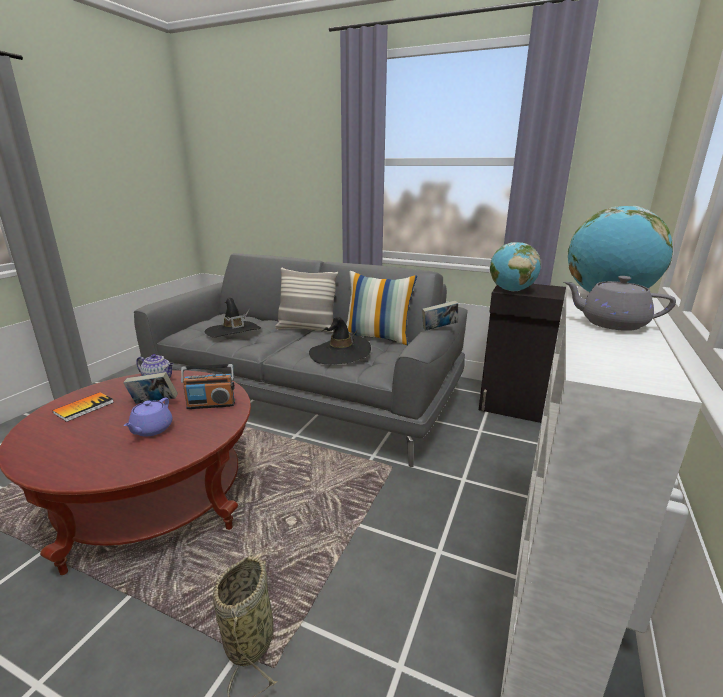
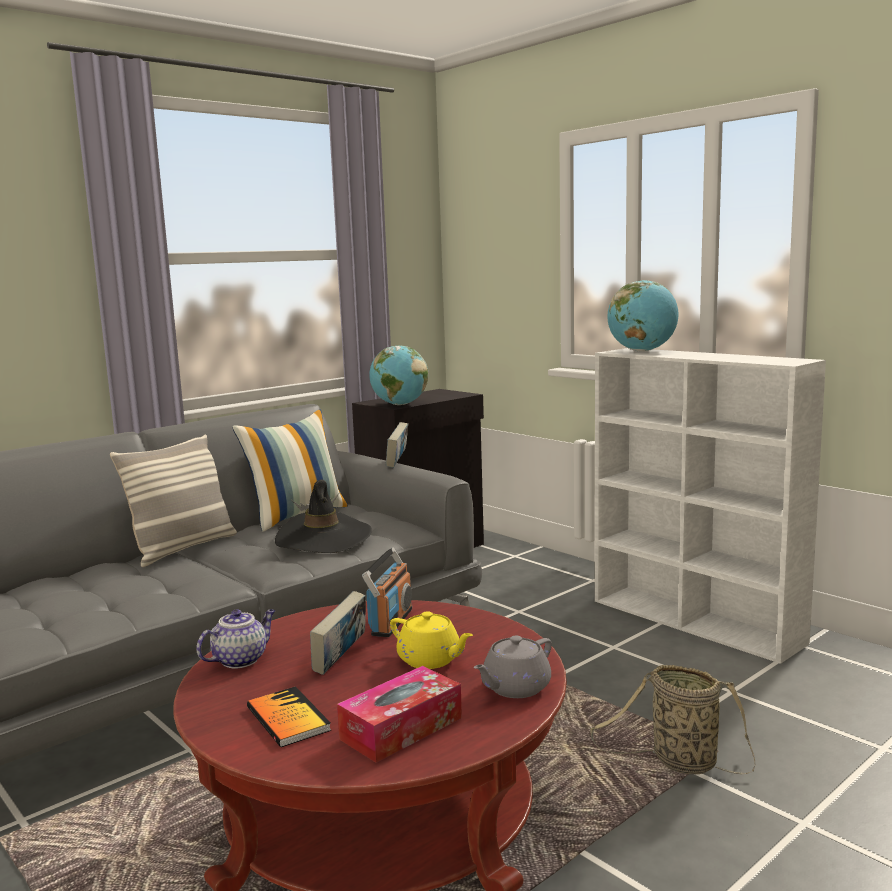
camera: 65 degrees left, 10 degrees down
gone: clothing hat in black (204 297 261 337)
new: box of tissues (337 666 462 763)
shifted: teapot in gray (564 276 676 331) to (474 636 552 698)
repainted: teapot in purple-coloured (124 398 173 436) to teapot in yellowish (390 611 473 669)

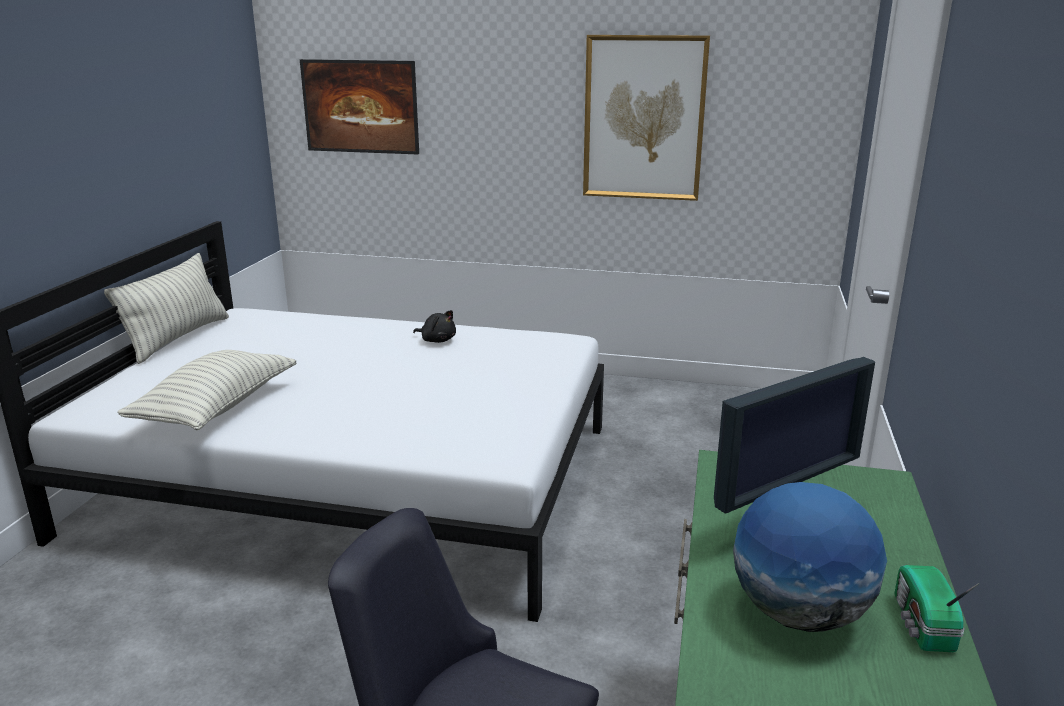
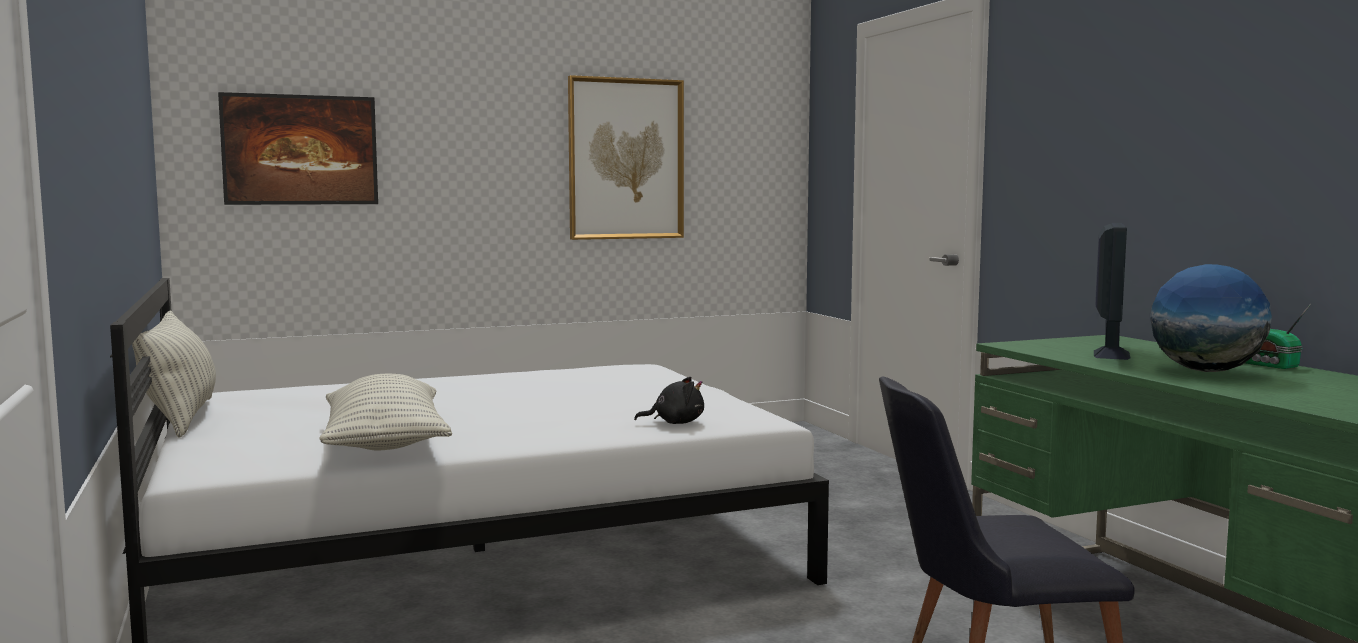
camera: 35 degrees left, 15 degrees down
shifted: plush toy in black (413 310 456 343) to (634 377 704 424)

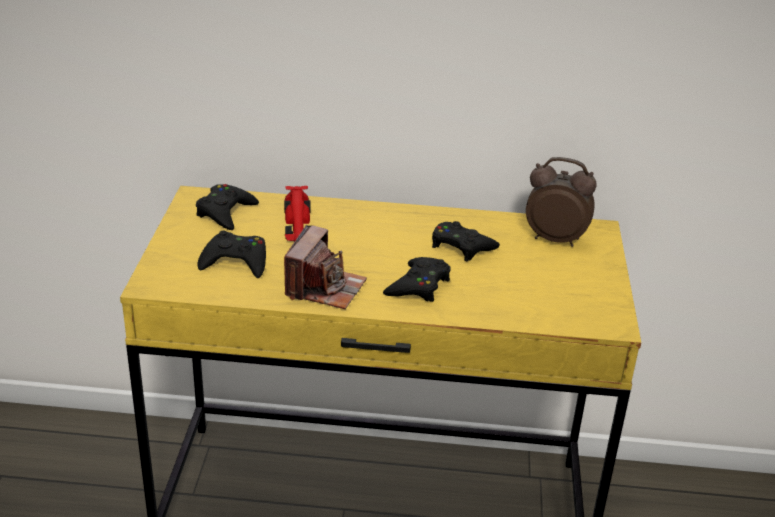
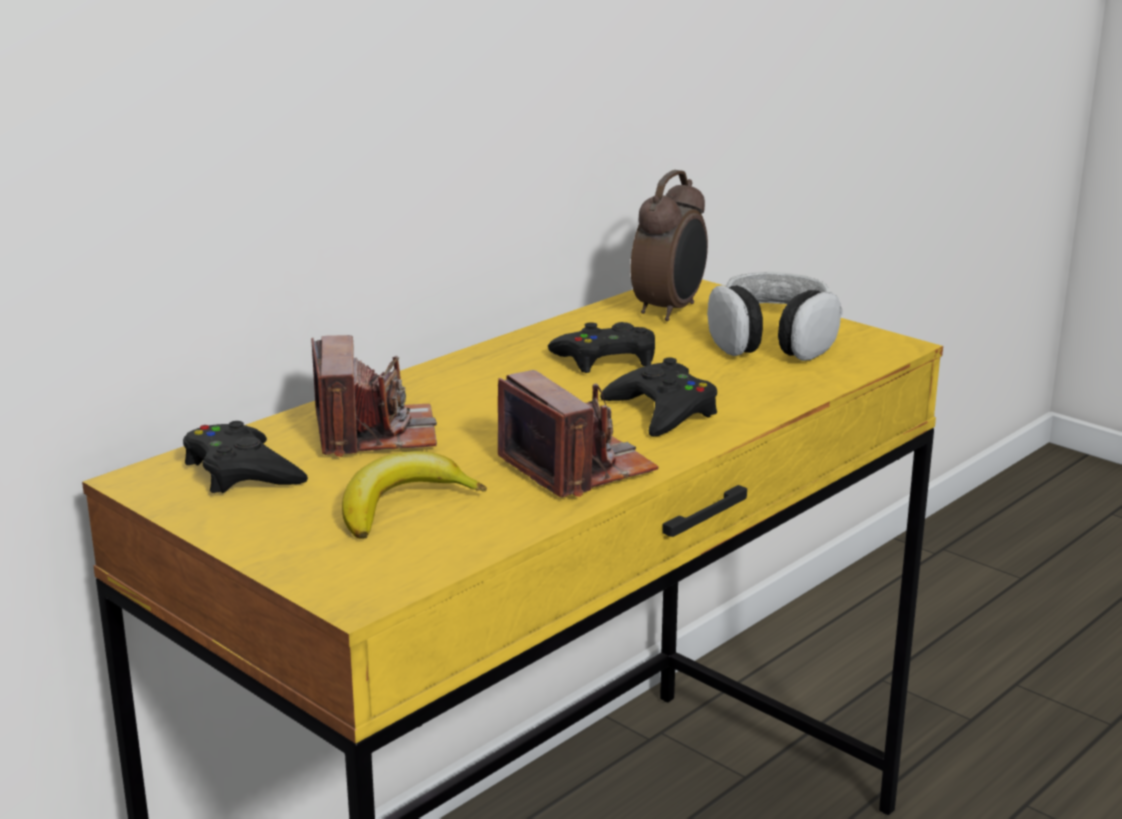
camera: 50 degrees left, 10 degrees down
new: pair of headphones (707 272 843 361)
swapped: model car in red (284 186 311 242) to still camera (311 335 437 457); joypad in black (197 231 266 278) to banana fruit (342 451 487 539)
rotated: alarm clock (526 157 597 247) = (631 170 708 321) 150 degrees clockwise

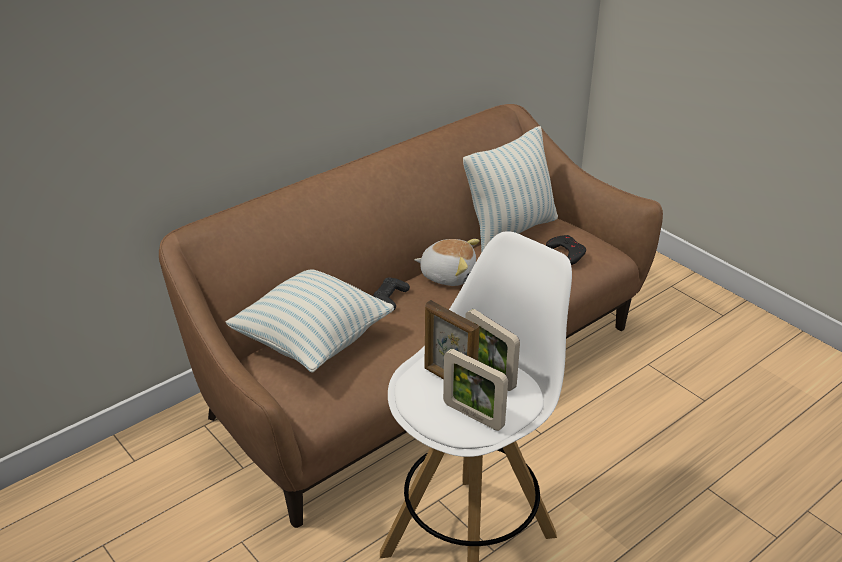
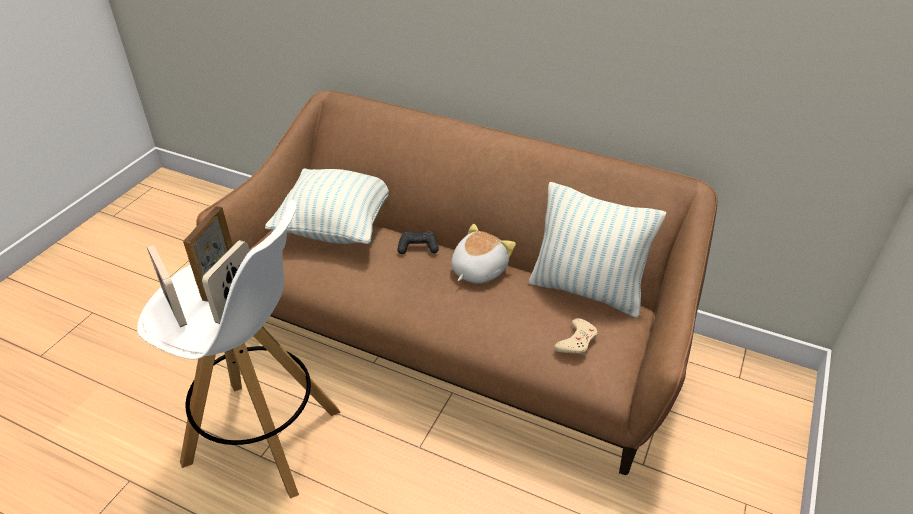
camera: 65 degrees right, 5 degrees up
repainted: joypad in black (546 235 586 265) to joypad in sand-coloured (554 318 598 355)
rotated: plush toy (414 239 480 286) = (451 224 516 284) 135 degrees counterclockwise; picture frame (443 349 508 431) = (147 245 187 327) 135 degrees clockwise

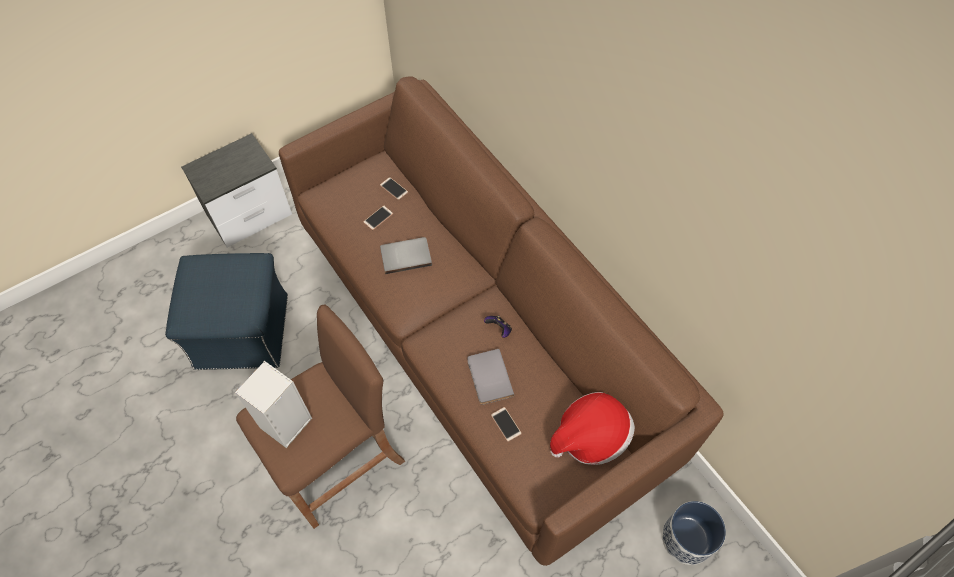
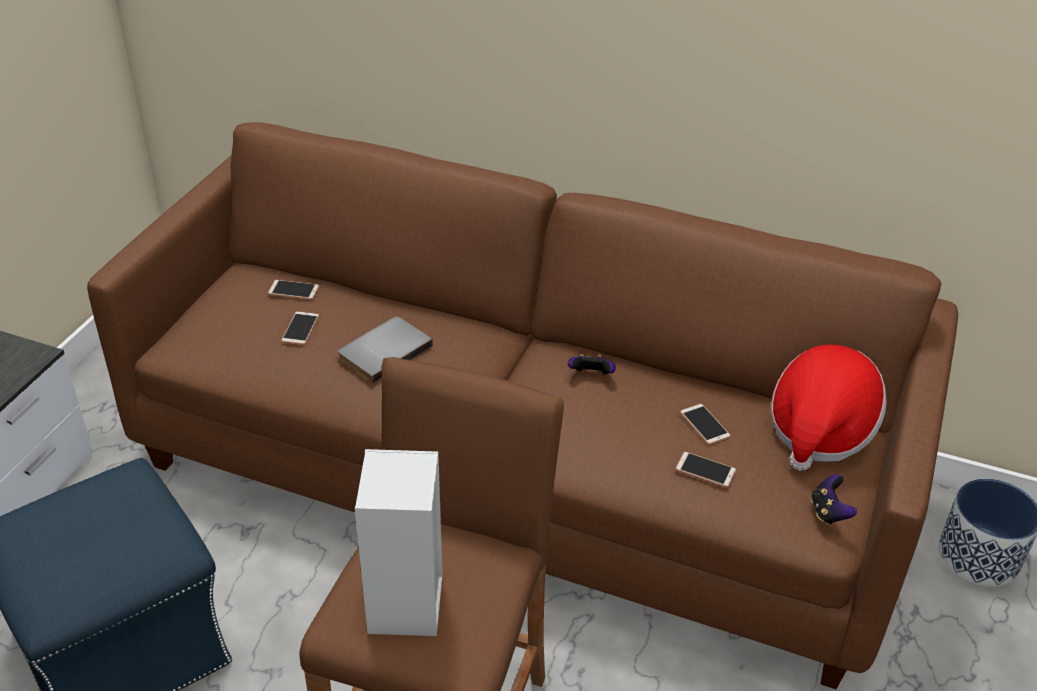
camera: 35 degrees left, 20 degrees down
gone: bound book in gray (467 349 514 405)
new: phone (680 404 731 445); joypad (811 474 857 525)

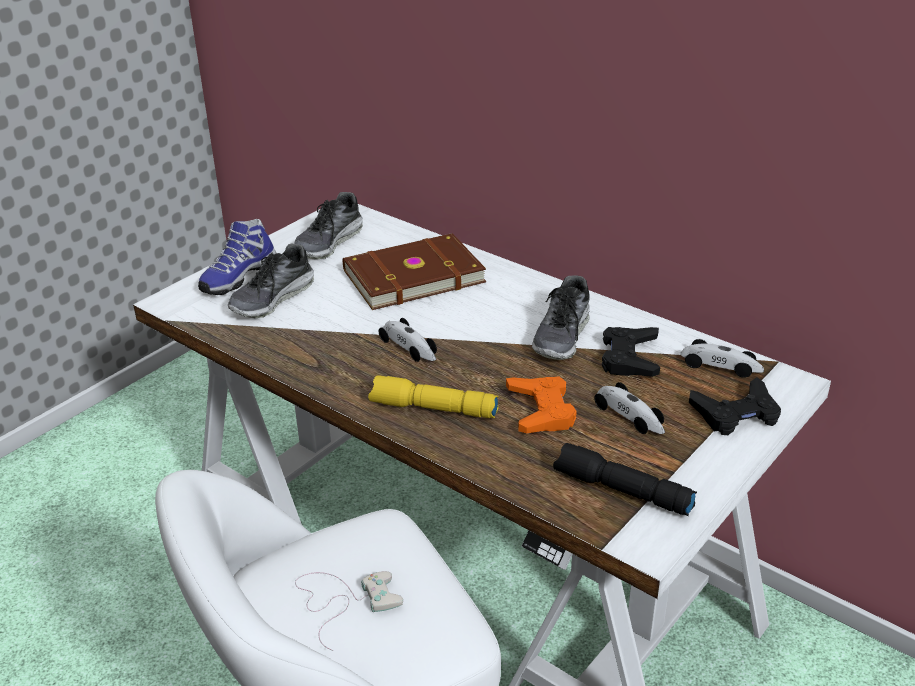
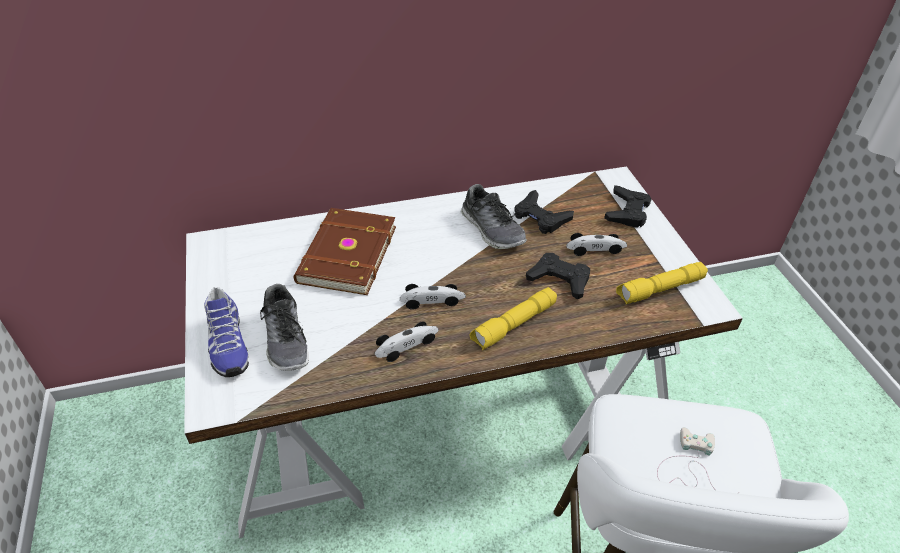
camera: 55 degrees left, 10 degrees up
gone: low shoe (294 192 363 259)
shifted: model car (680 339 764 378) to (375 321 439 362)
repainted: joypad in orange (506 376 577 433) to joypad in black (526 253 590 299); flashlight in black (553 443 697 516) to flashlight in yellowish (616 262 708 304)

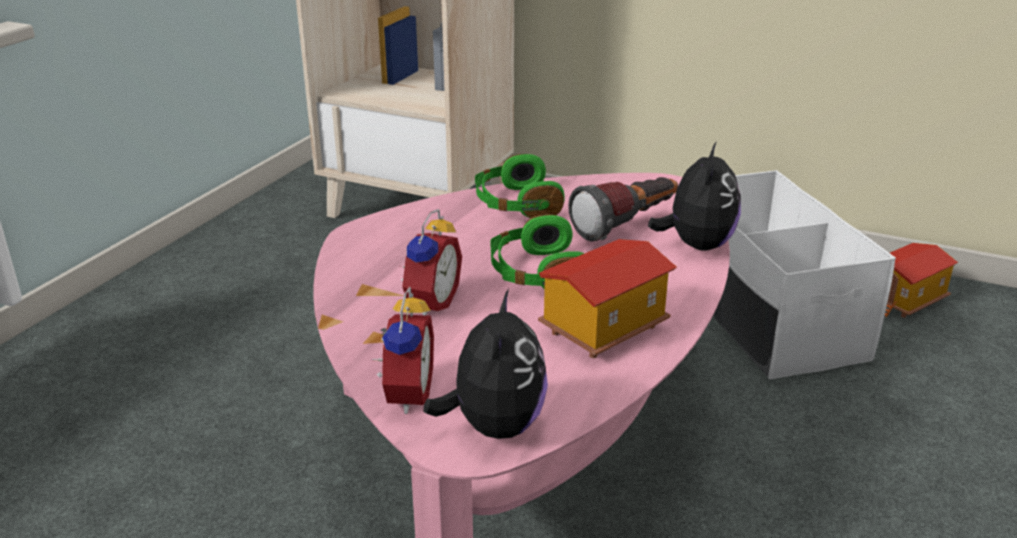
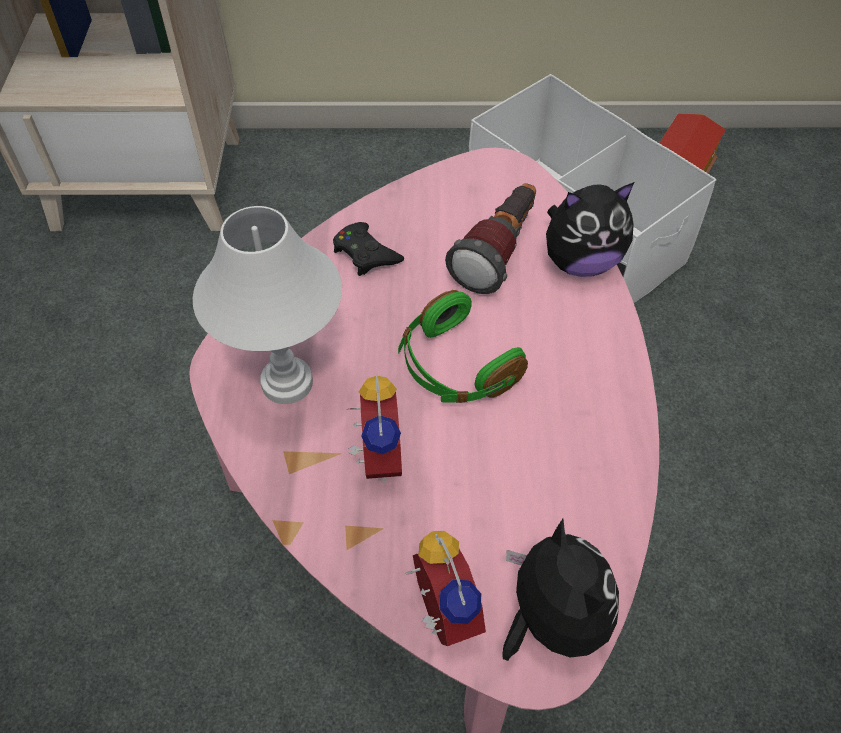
camera: 25 degrees left, 25 degrees up
gone: miniature house (538 239 677 358)
new: lamp for a table in white (193 206 342 404)
swapped: pair of headphones in green-coloured (475 154 565 218) to joypad in black (333 222 404 276)
rotated: plush toy (648 141 741 251) = (546 182 634 277) 90 degrees clockwise

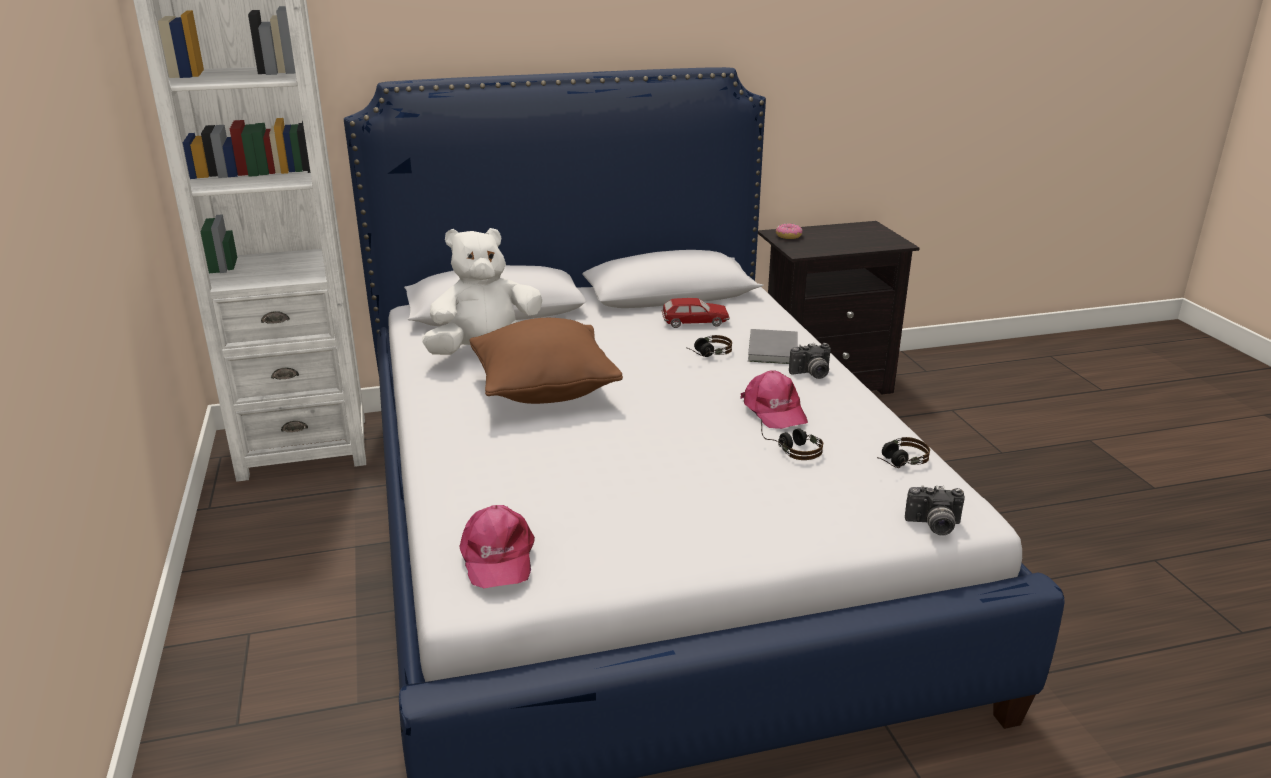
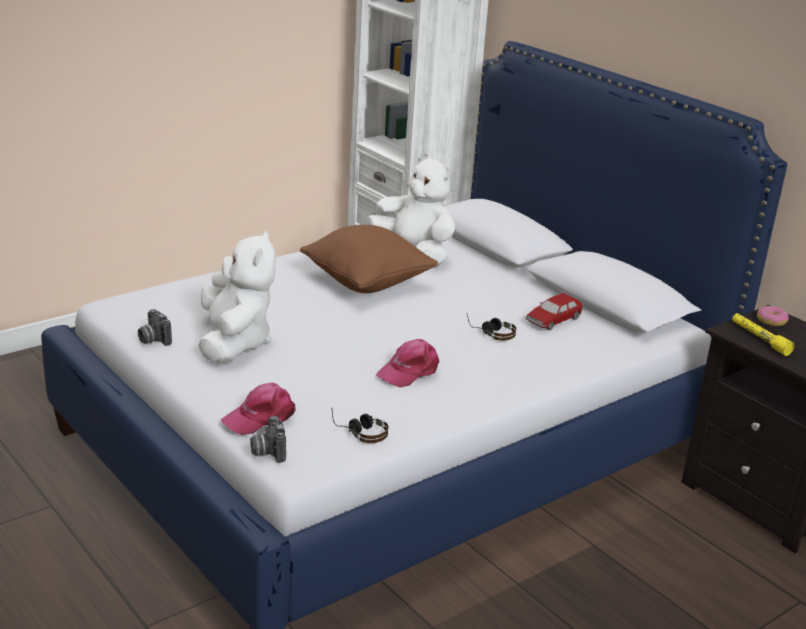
camera: 65 degrees right, 0 degrees up
gone: bound book in gray (748 329 797 364); pair of headphones (761 419 823 460)
new: plush toy in white (198 231 276 364); flashlight in yellowish (732 313 795 356)
shifted: still camera (789 343 831 379) to (138 309 172 346); cap in pink-coloured (459 505 535 588) to (221 382 296 435)
rotated: model car (662 298 730 328) = (525 293 584 330) 75 degrees clockwise

